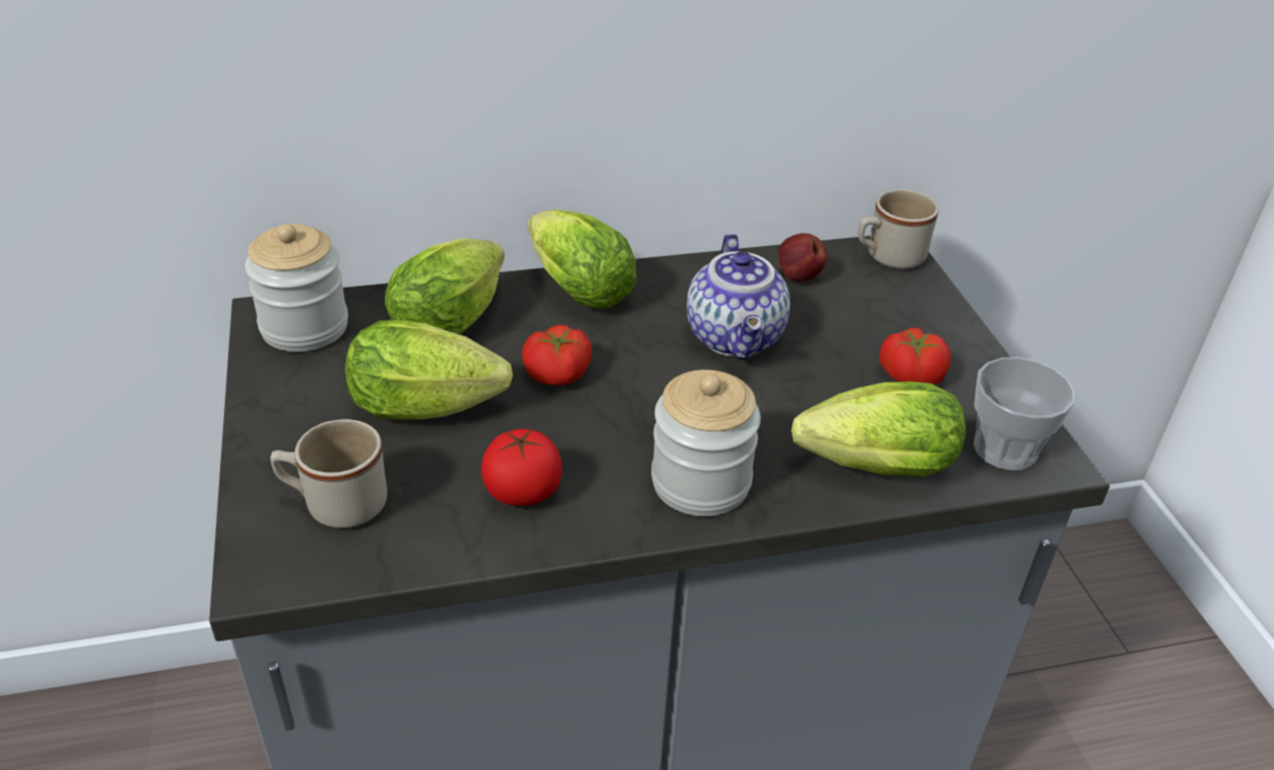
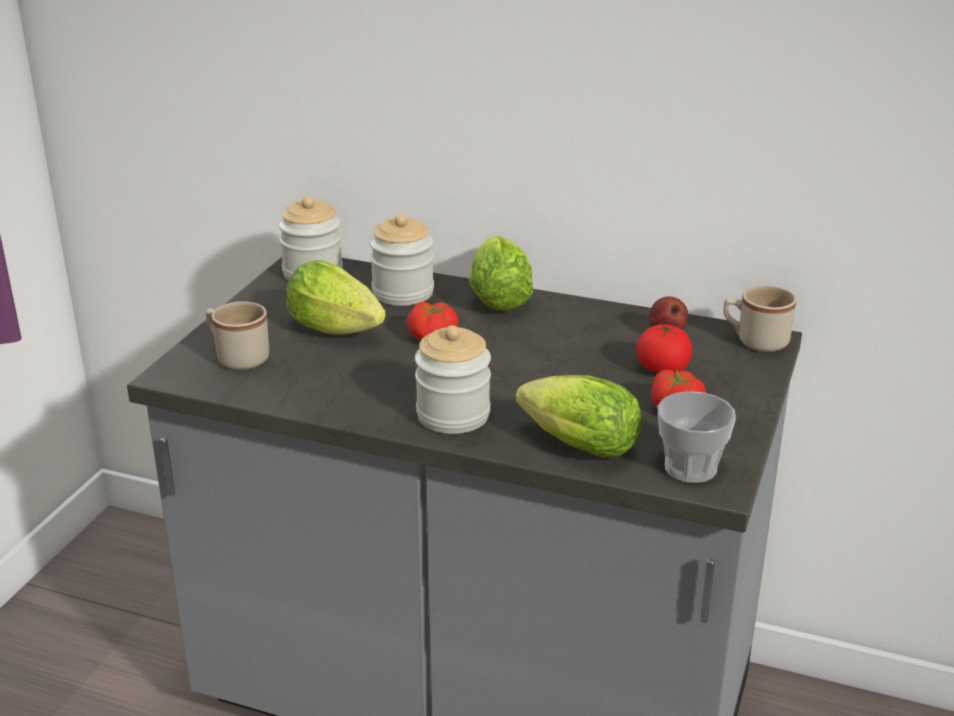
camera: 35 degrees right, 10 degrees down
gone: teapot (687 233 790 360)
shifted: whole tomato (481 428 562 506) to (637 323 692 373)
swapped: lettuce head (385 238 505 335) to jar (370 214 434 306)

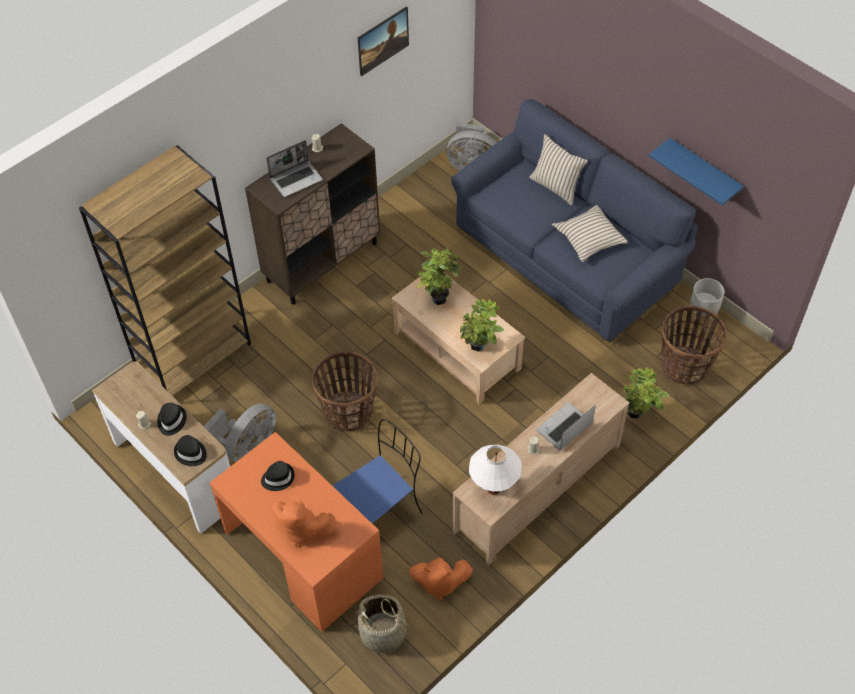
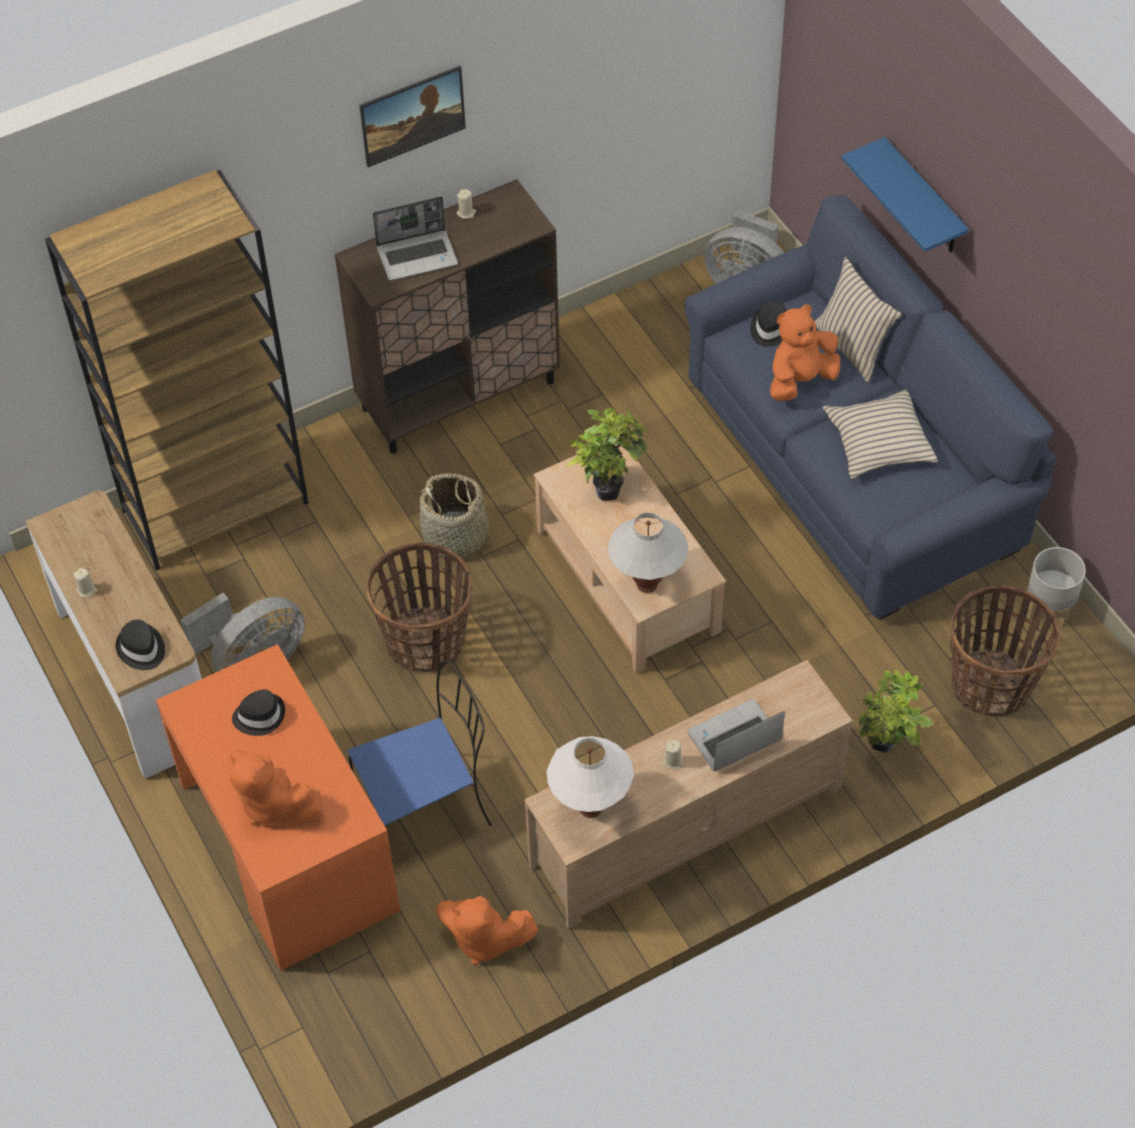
camera: 15 degrees right, 0 degrees up
new: plush toy in orange (770 305 840 401)
shifted: wall picture (358 6 409 76) to (359 66 466 167); bracket shelf in bluish (649 138 743 205) to (842 137 969 252); clothing hat in black (157 403 187 436) to (750 301 786 347); storage basket (355 594 412 654) to (419 473 497 560)
swapped: potted plant (460 299 504 352) to lamp for a table in white (608 512 688 593)

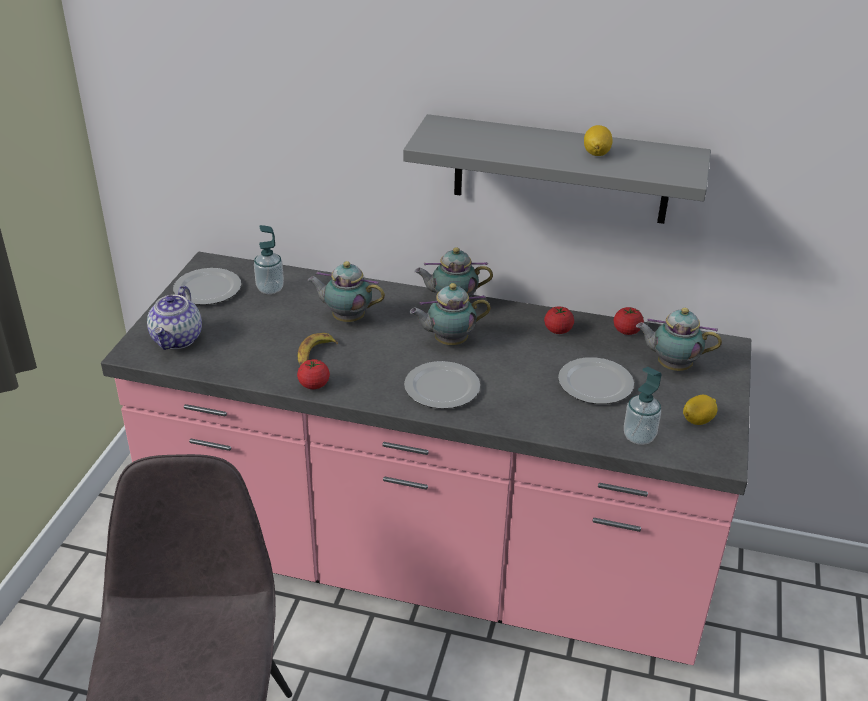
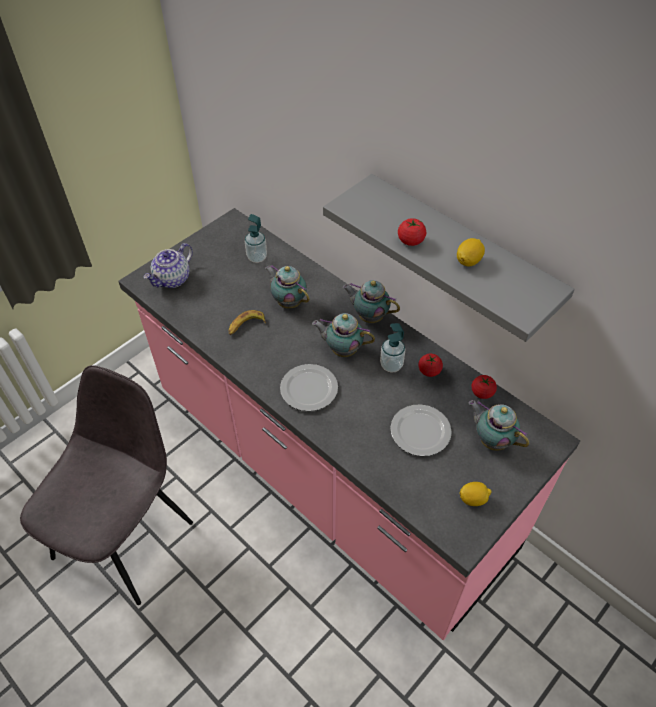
camera: 30 degrees right, 15 degrees up
gone: flat dish (173 268 241 305)
shifted: whole tomato (297 359 330 389) to (398 218 426 246); soap dispenser (624 367 661 445) to (380 323 405 373)

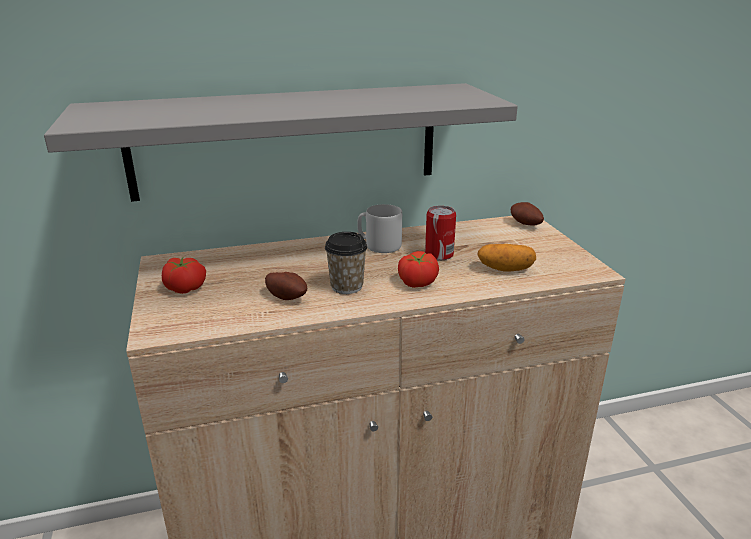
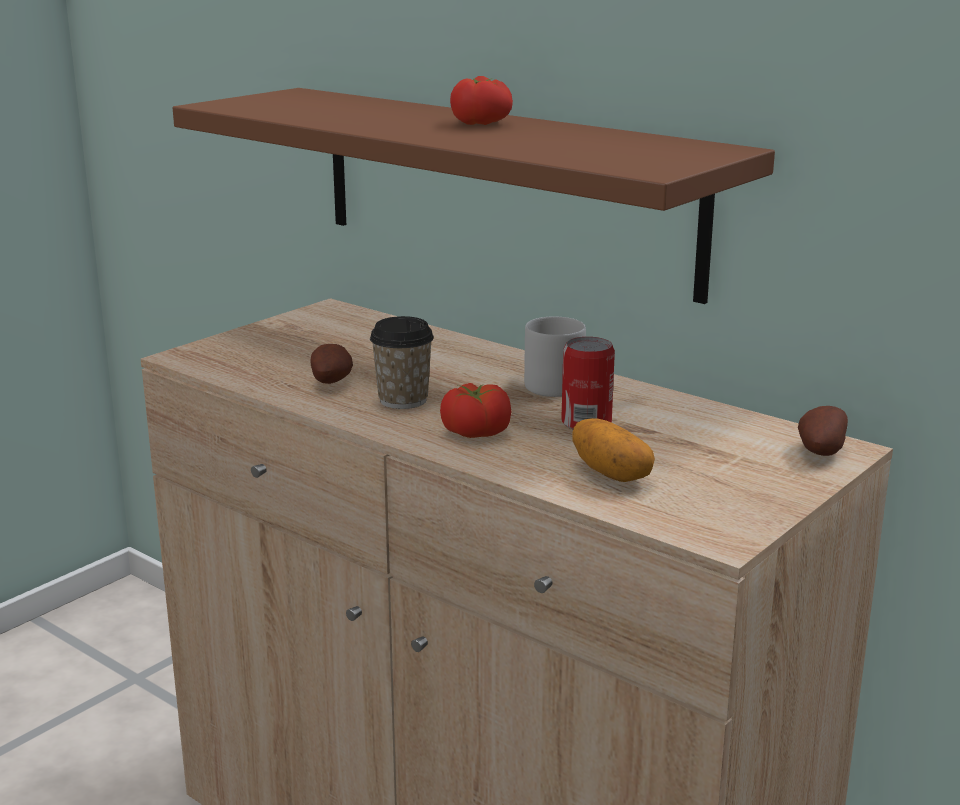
camera: 55 degrees right, 5 degrees down
shifted: whole tomato (162 257 206 294) to (450 76 513 125)
repainted: bracket shelf in gray (44 83 518 202) to bracket shelf in brownish (173 88 775 304)

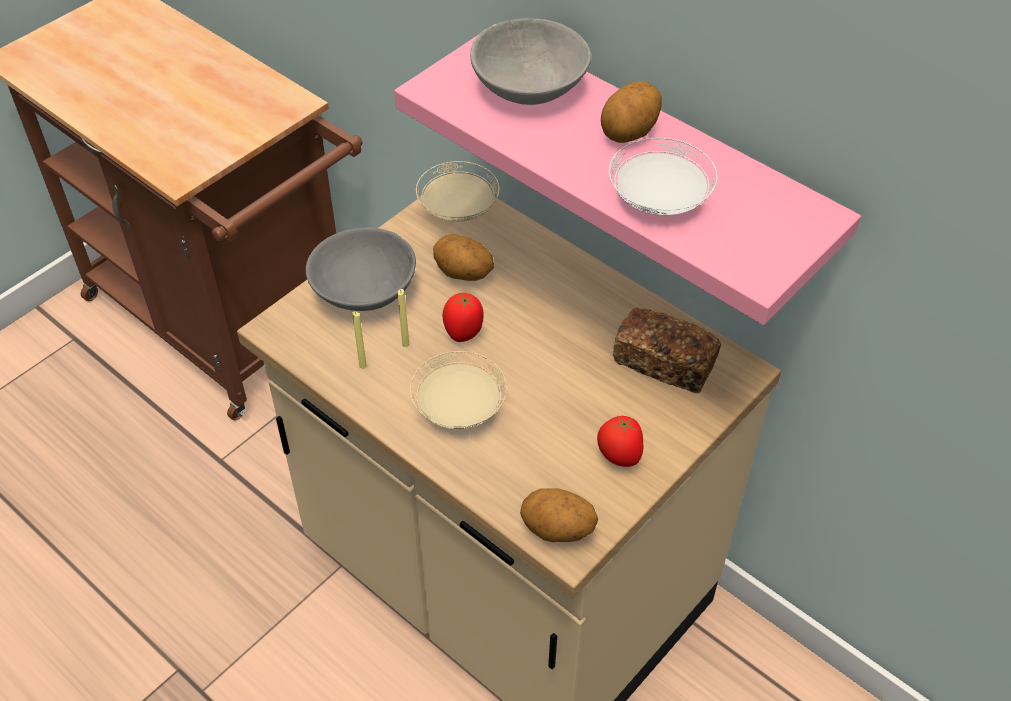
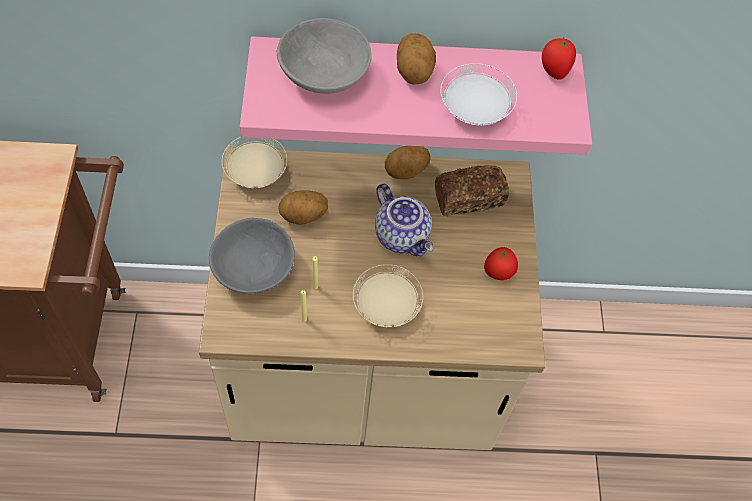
camera: 45 degrees left, 10 degrees up
new: teapot (375 184 433 257)
shifted: whole tomato (442 293 484 342) to (542 39 576 80); whole potato (520 488 598 542) to (385 146 431 179)

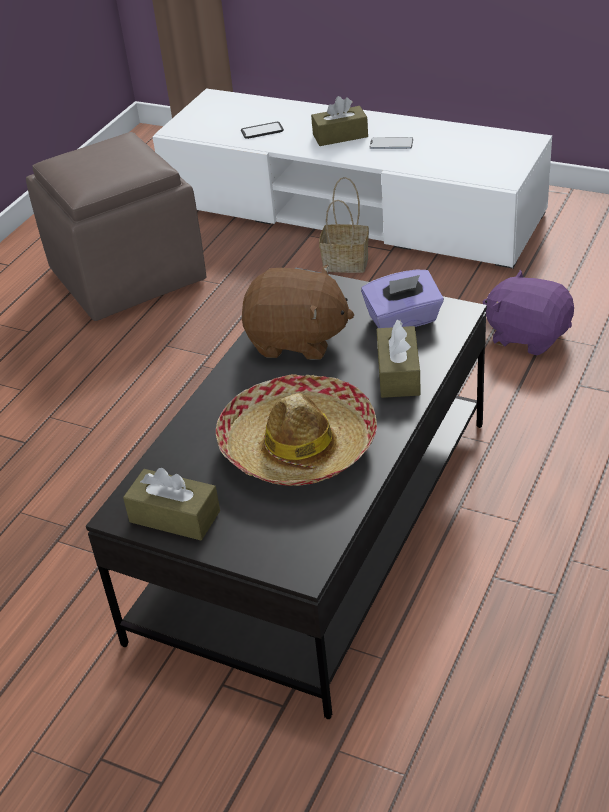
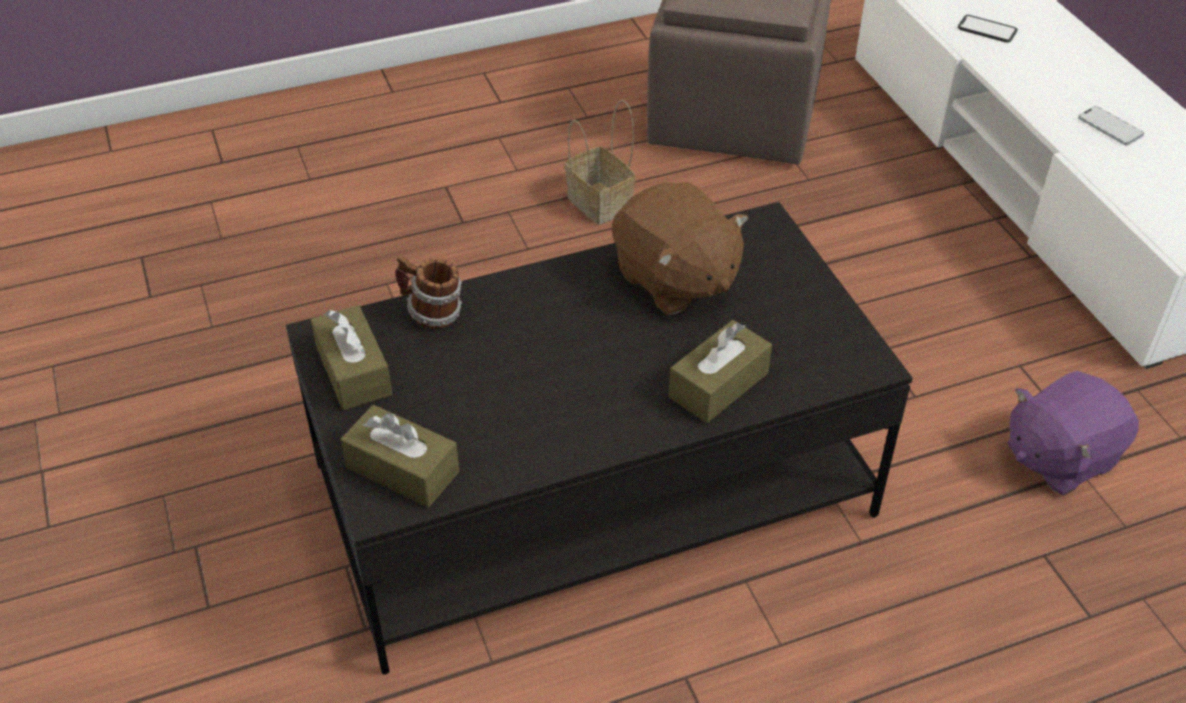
camera: 40 degrees right, 5 degrees up
gone: box of tissues in purple-coloured (361 270 444 328); clothing hat (216 374 377 486)
new: tea mug (395 255 462 329)
shifted: box of tissues in brownish (311 96 368 146) to (341 405 459 507); storage basket (319 177 369 273) to (565 100 635 225)
rotated: plush toy in purple-coloured (483 270 574 355) = (1007 371 1139 496) 105 degrees counterclockwise

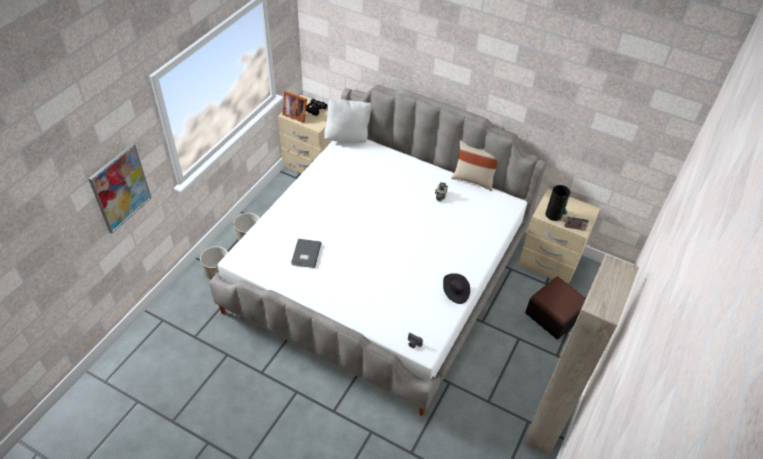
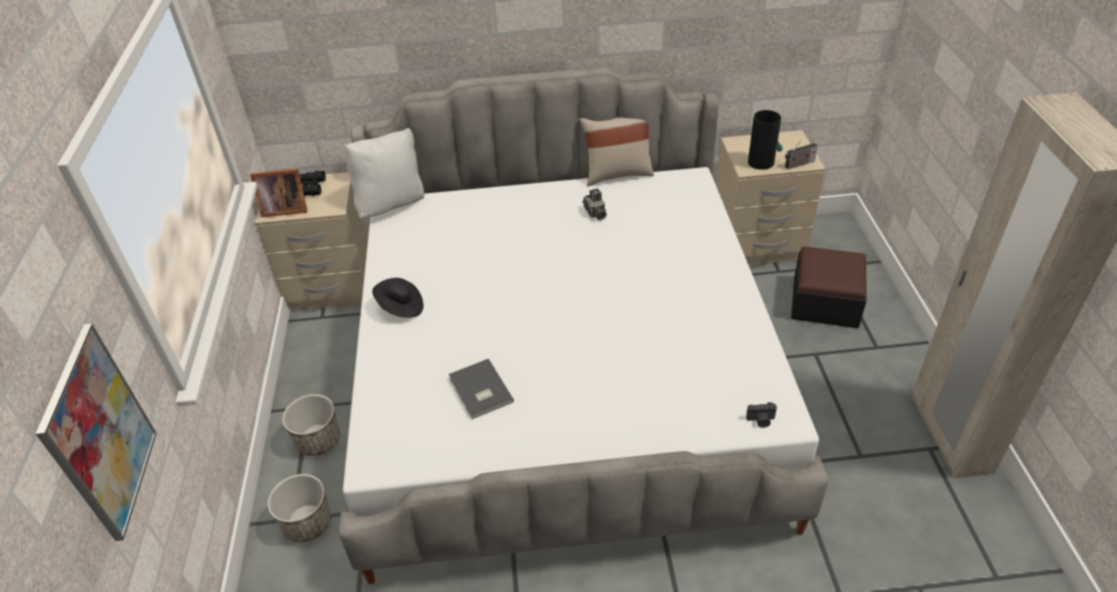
camera: 30 degrees left, 5 degrees down
shifted: clothing hat in black (443 273 470 304) to (372 278 423 318)

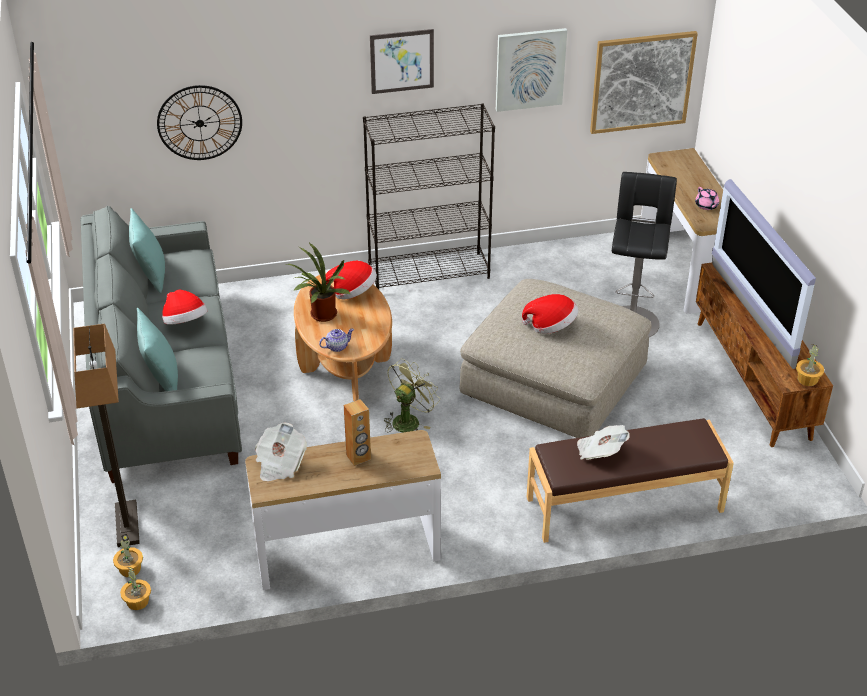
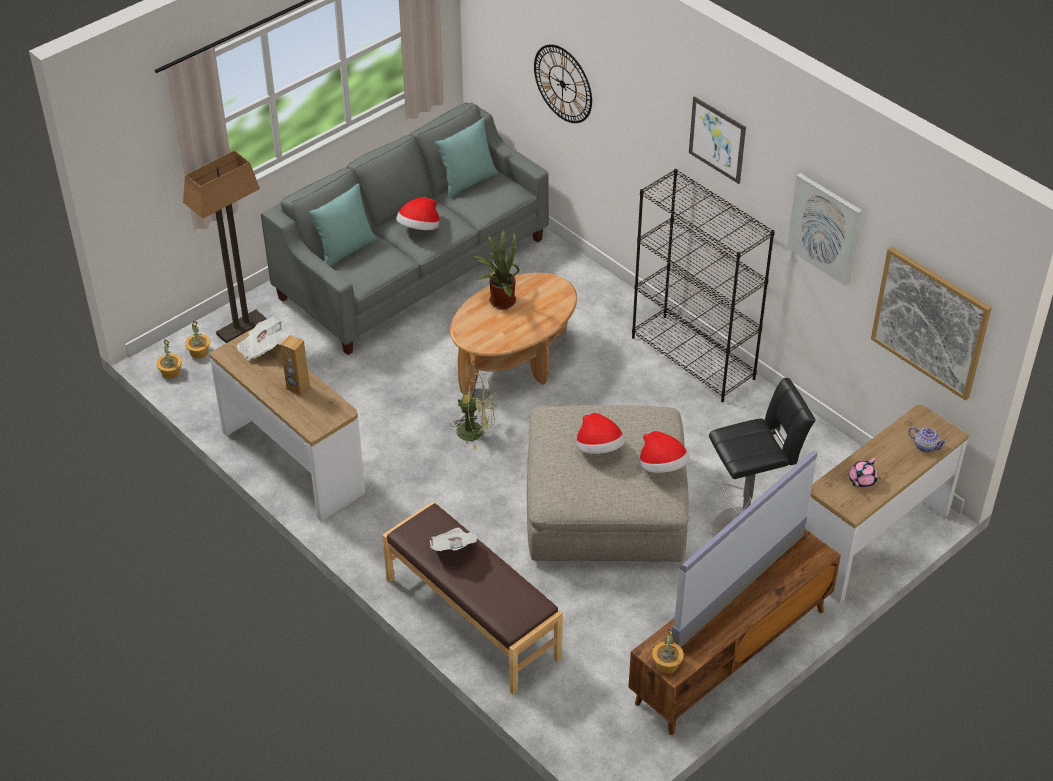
camera: 60 degrees right, 5 degrees up
shifted: clothing hat (325 261 377 299) to (640 431 689 473); teapot (319 329 354 352) to (908 427 947 452)

